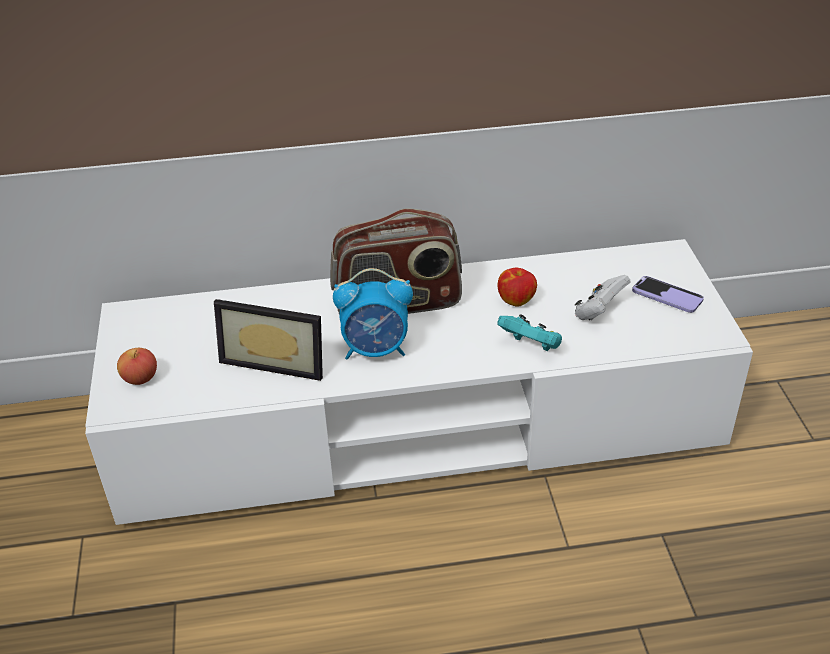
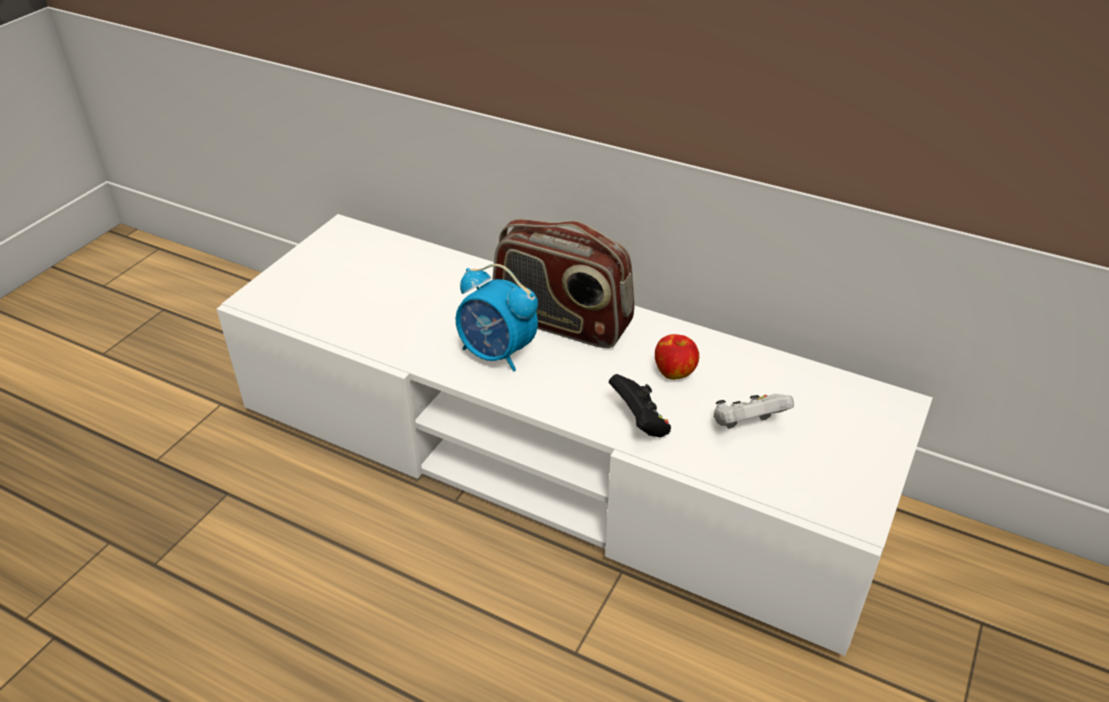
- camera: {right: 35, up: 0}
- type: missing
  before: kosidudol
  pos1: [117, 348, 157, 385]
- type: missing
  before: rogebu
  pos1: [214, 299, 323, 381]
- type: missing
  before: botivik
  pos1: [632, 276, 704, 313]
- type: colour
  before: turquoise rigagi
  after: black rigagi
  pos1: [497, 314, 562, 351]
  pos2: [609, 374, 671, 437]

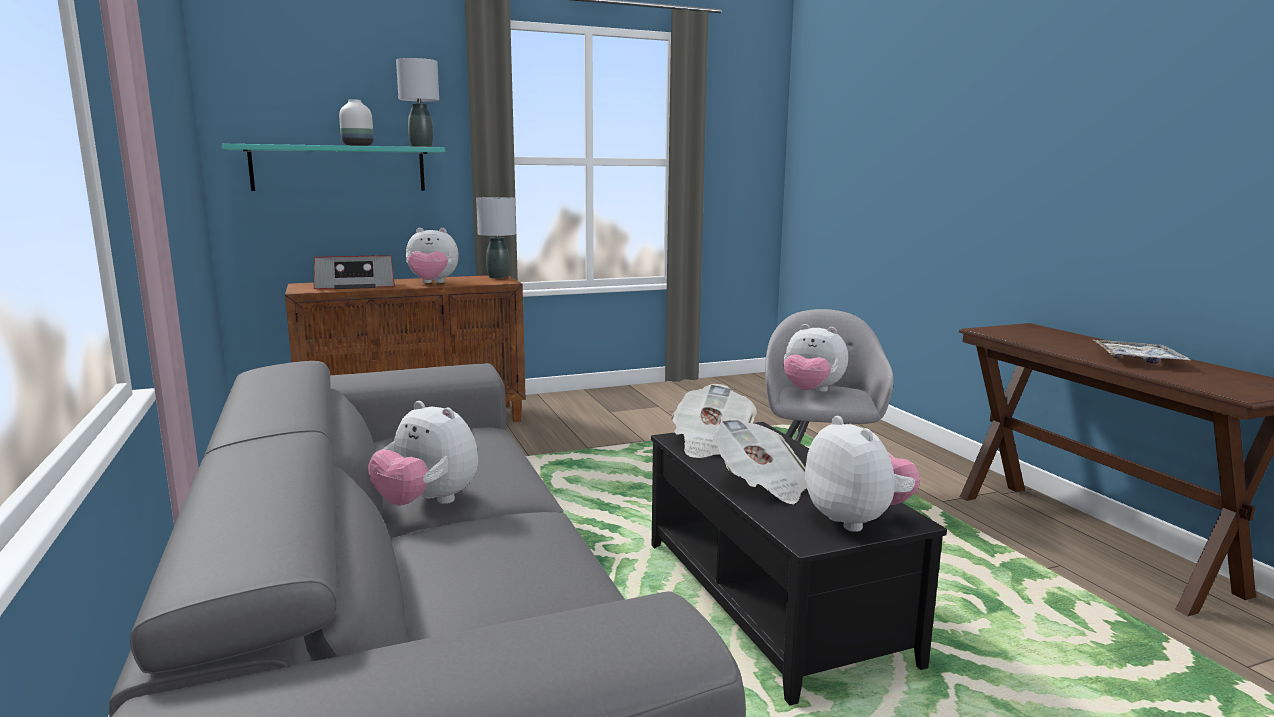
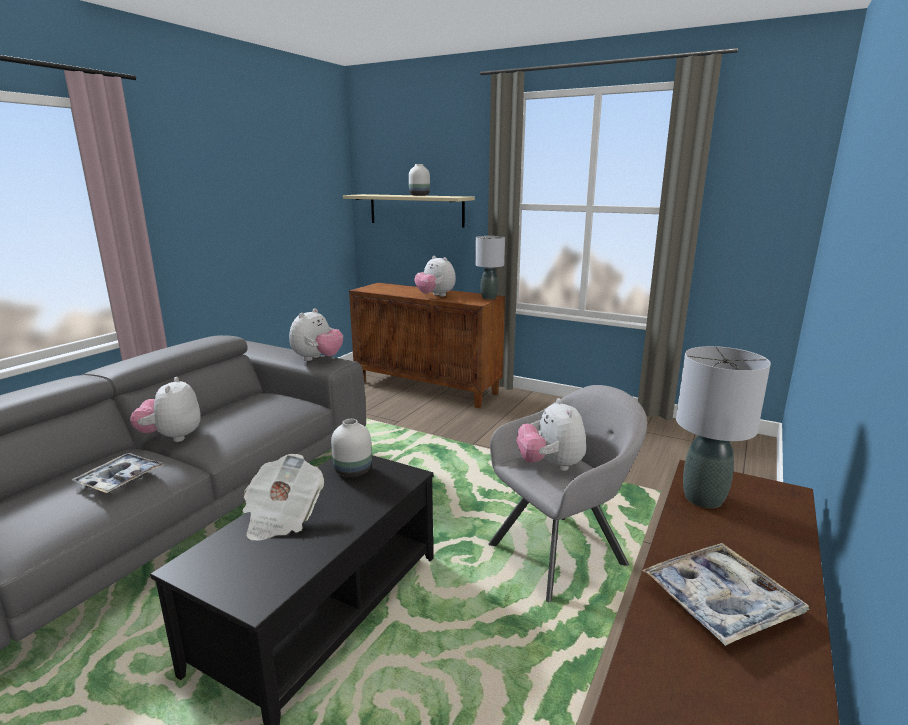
- camera: {right: 50, up: 5}
- type: missing
  before: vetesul
  pos1: [314, 255, 395, 289]
- type: appeared
  after: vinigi
  pos2: [72, 453, 164, 493]
- type: relocated
  before: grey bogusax
  pos1: [396, 58, 439, 147]
  pos2: [676, 346, 771, 508]
- type: relocated
  before: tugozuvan
  pos1: [805, 416, 920, 532]
  pos2: [289, 308, 343, 361]
- type: exchanged
  before: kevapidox
  after: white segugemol
  pos1: [672, 384, 757, 458]
  pos2: [331, 419, 372, 477]
- type: colour
  before: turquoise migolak
  after: beige migolak
  pos1: [222, 144, 445, 191]
  pos2: [343, 194, 475, 228]

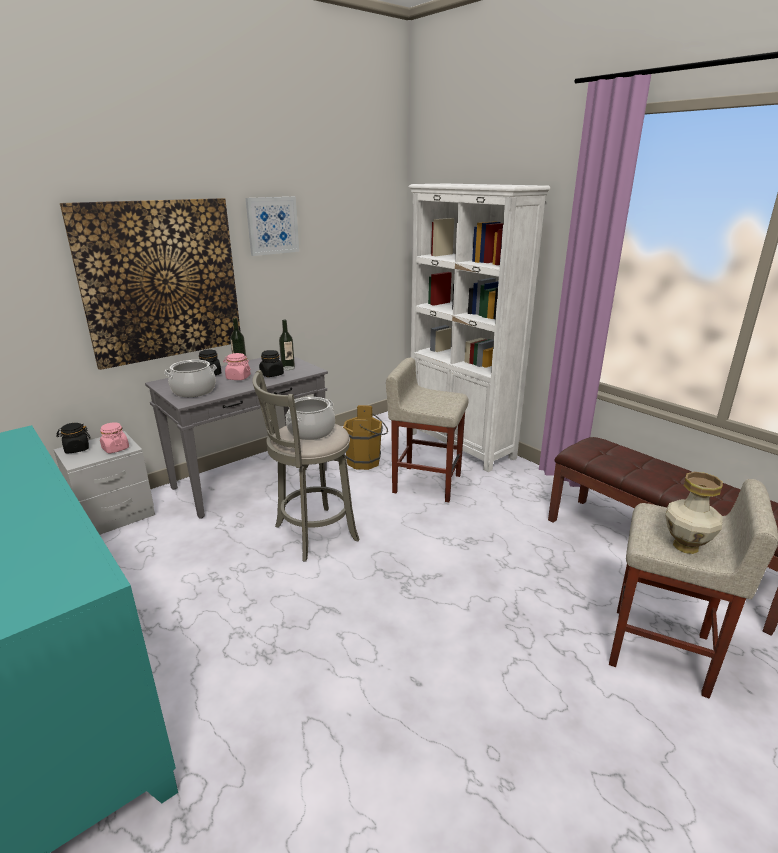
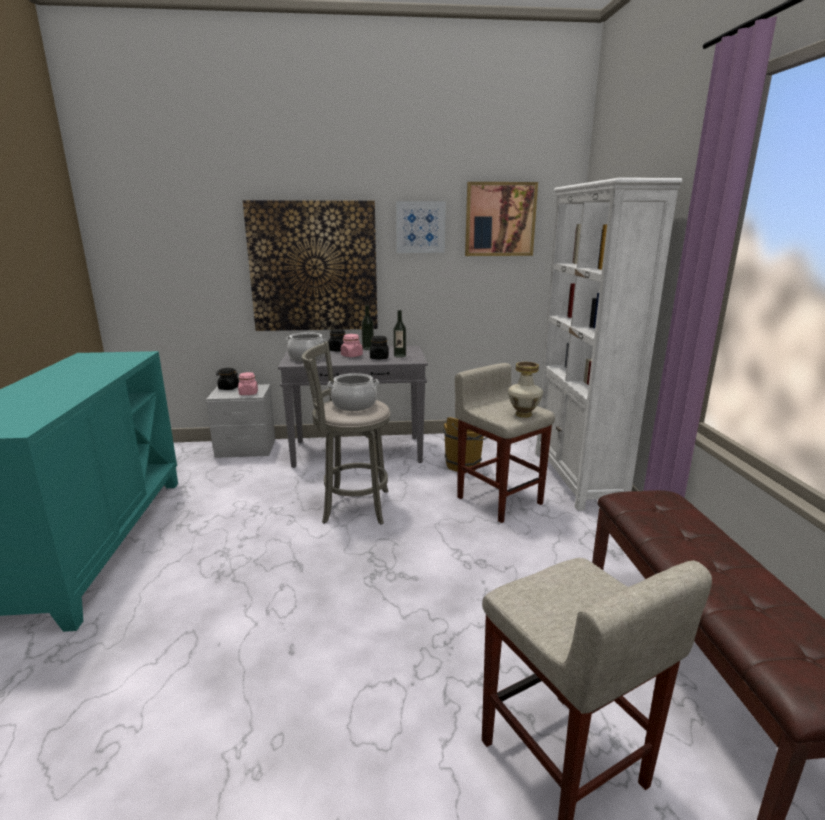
- camera: {right: 35, up: -5}
- type: appeared
  after: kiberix
  pos2: [465, 182, 538, 256]
- type: relocated
  before: segugemol
  pos1: [665, 472, 723, 554]
  pos2: [508, 362, 543, 418]

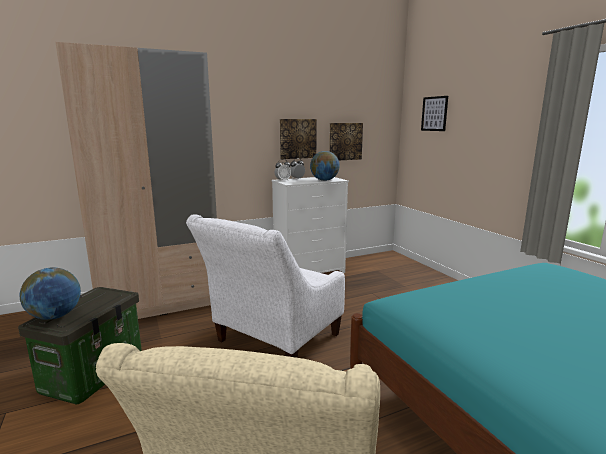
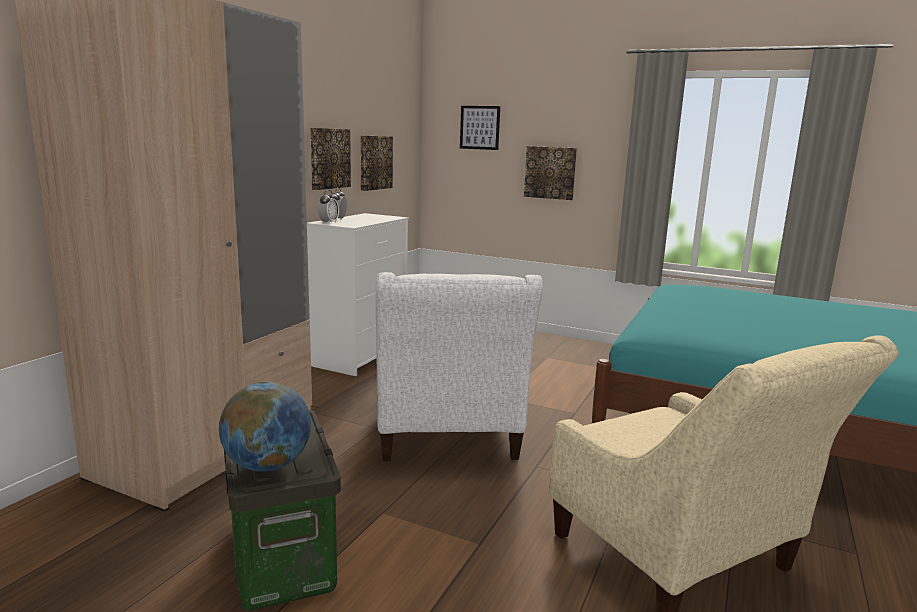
- camera: {right: -40, up: 0}
- type: missing
  before: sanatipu
  pos1: [310, 151, 340, 181]
- type: appeared
  after: kiberix
  pos2: [524, 146, 577, 200]

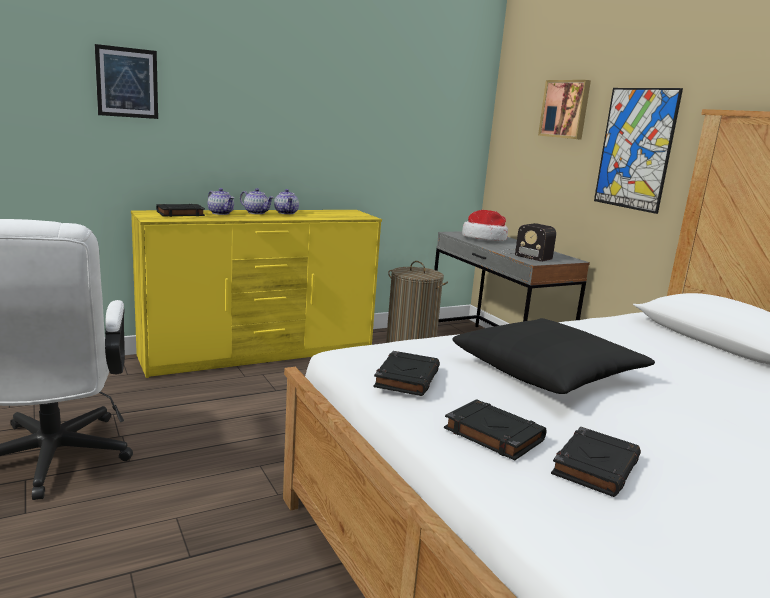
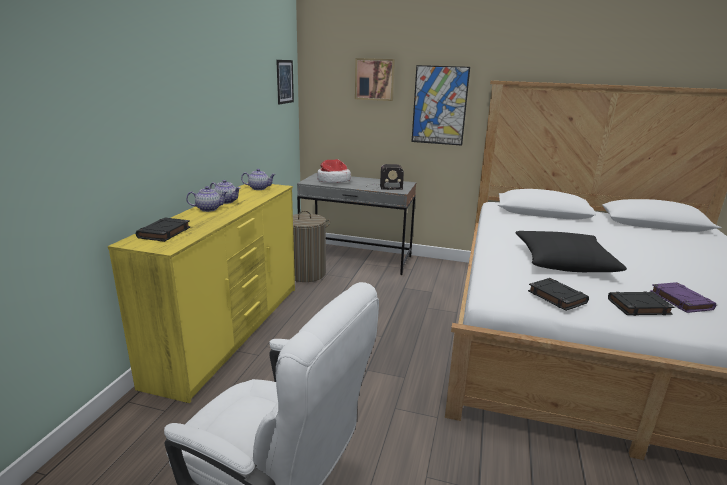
- camera: {right: -45, up: 5}
- type: relocated
  before: kiberix
  pos1: [95, 44, 158, 119]
  pos2: [276, 60, 294, 104]
- type: relocated
  before: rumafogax
  pos1: [208, 188, 234, 215]
  pos2: [241, 169, 276, 190]
- type: colour
  before: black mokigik
  after: purple mokigik
  pos1: [551, 427, 641, 497]
  pos2: [651, 282, 716, 313]

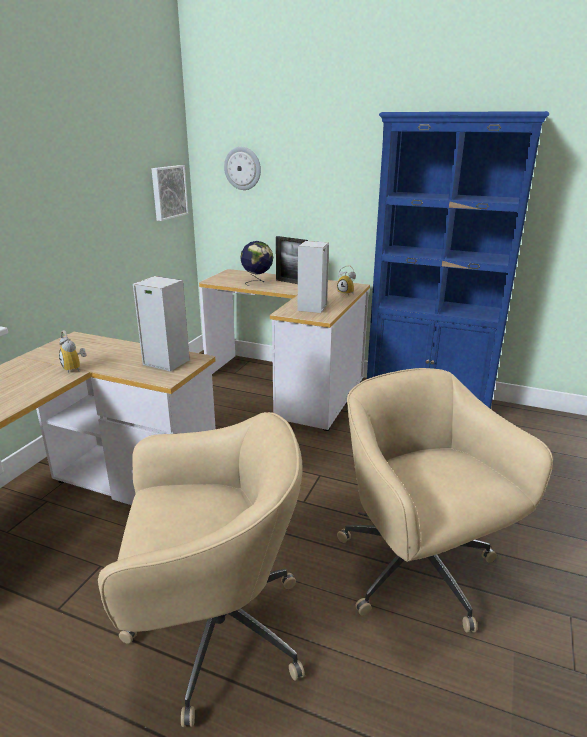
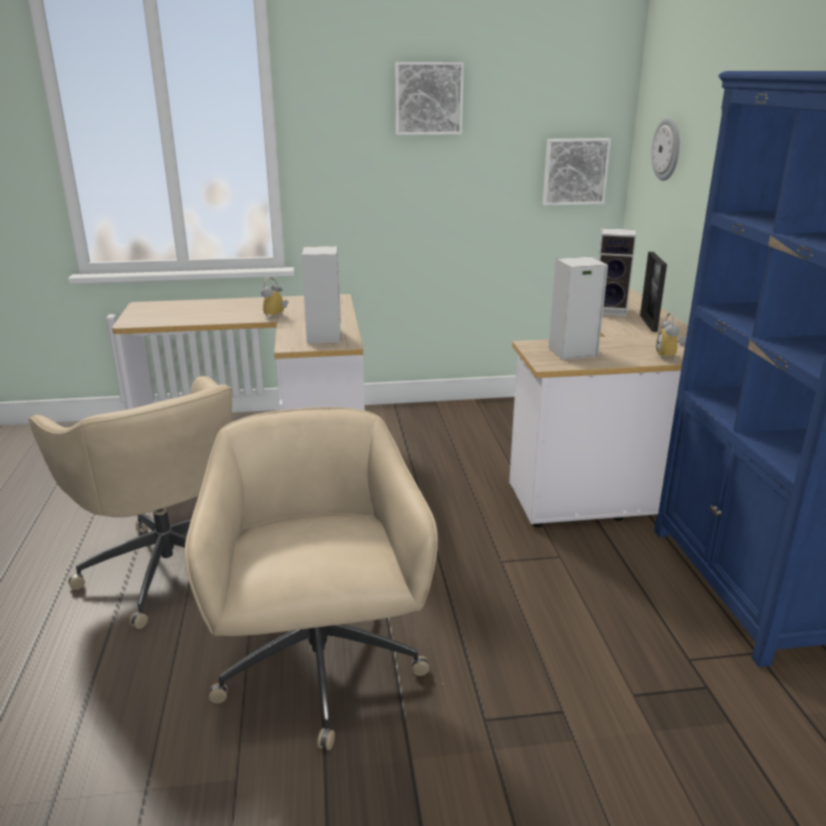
- camera: {right: 60, up: 0}
- type: appeared
  after: kiberix
  pos2: [395, 62, 464, 135]
- type: exchanged
  before: sanatipu
  after: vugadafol
  pos1: [240, 241, 273, 286]
  pos2: [598, 228, 636, 316]
- type: spun
  before: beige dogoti
  pos1: [337, 368, 553, 633]
  pos2: [184, 407, 438, 750]
  turn: -45

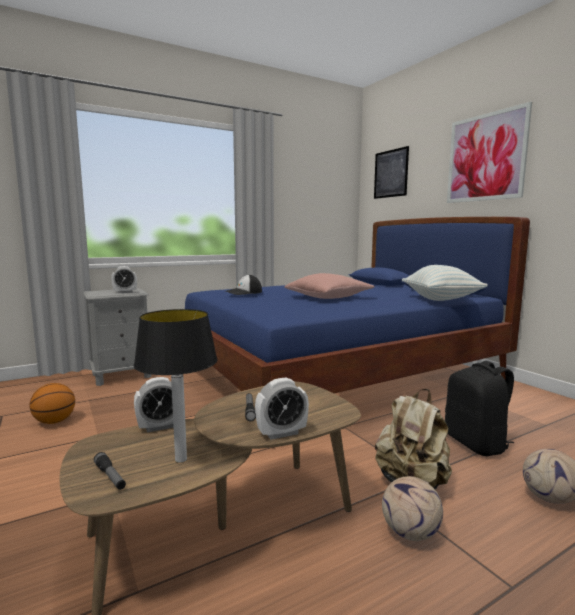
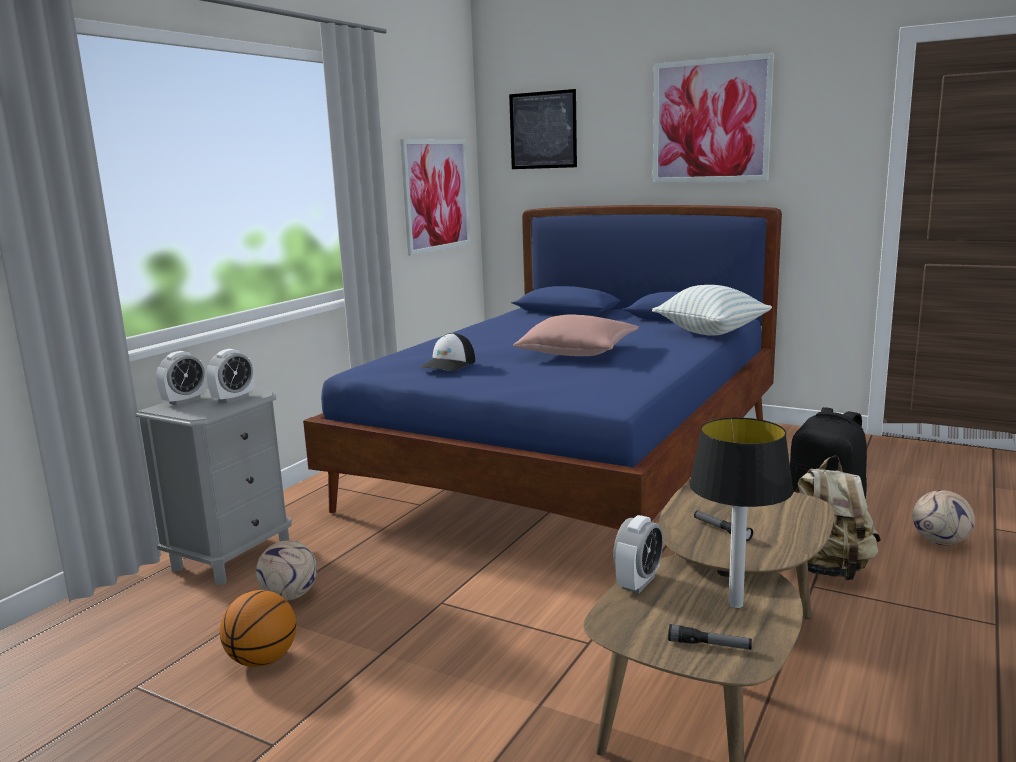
- camera: {right: -30, up: 5}
- type: appeared
  after: kiberix
  pos2: [401, 139, 470, 256]
- type: relocated
  before: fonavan
  pos1: [255, 378, 309, 440]
  pos2: [156, 351, 207, 406]
- type: relocated
  before: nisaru
  pos1: [382, 476, 443, 541]
  pos2: [256, 541, 317, 601]

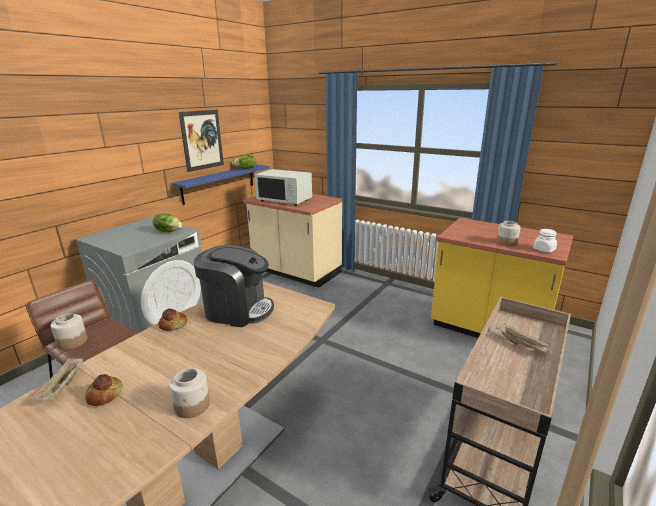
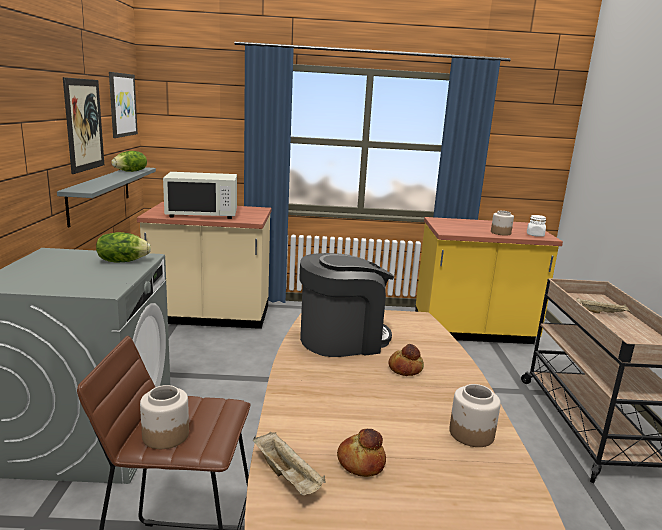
- camera: {right: -35, up: -5}
- type: appeared
  after: kiberix
  pos2: [109, 72, 138, 138]
- type: relocated
  before: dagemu
  pos1: [158, 308, 187, 331]
  pos2: [388, 344, 424, 376]
- type: colour
  before: blue migolak
  after: grey migolak
  pos1: [171, 164, 269, 205]
  pos2: [57, 167, 156, 227]

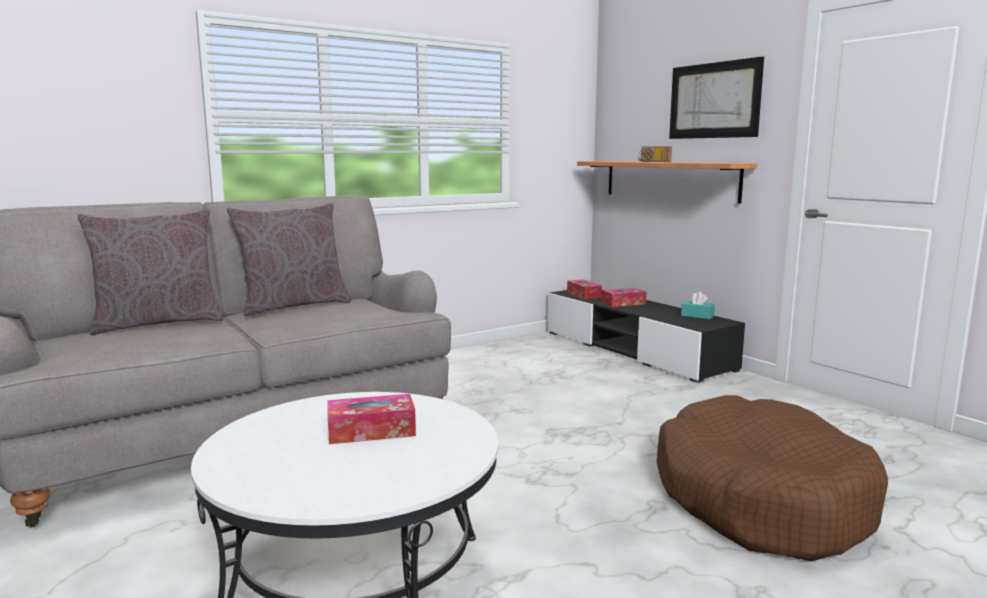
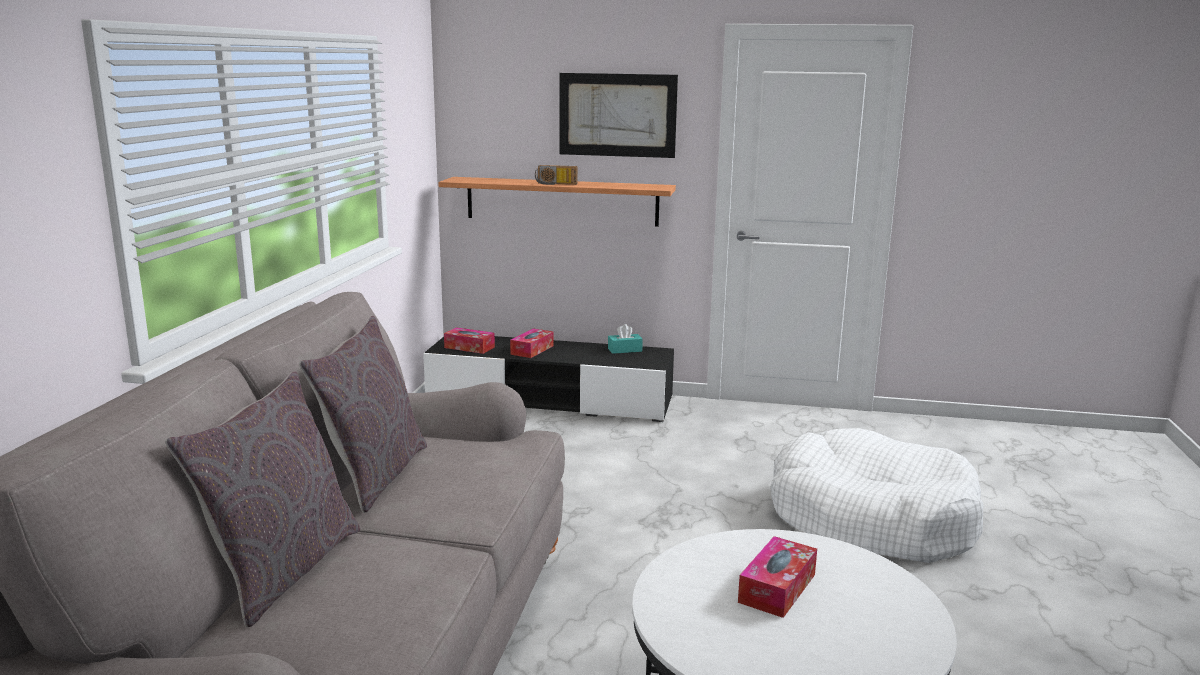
- camera: {right: -45, up: 5}
- type: colour
  before: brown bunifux
  after: white bunifux
  pos1: [656, 395, 888, 561]
  pos2: [770, 428, 983, 563]

